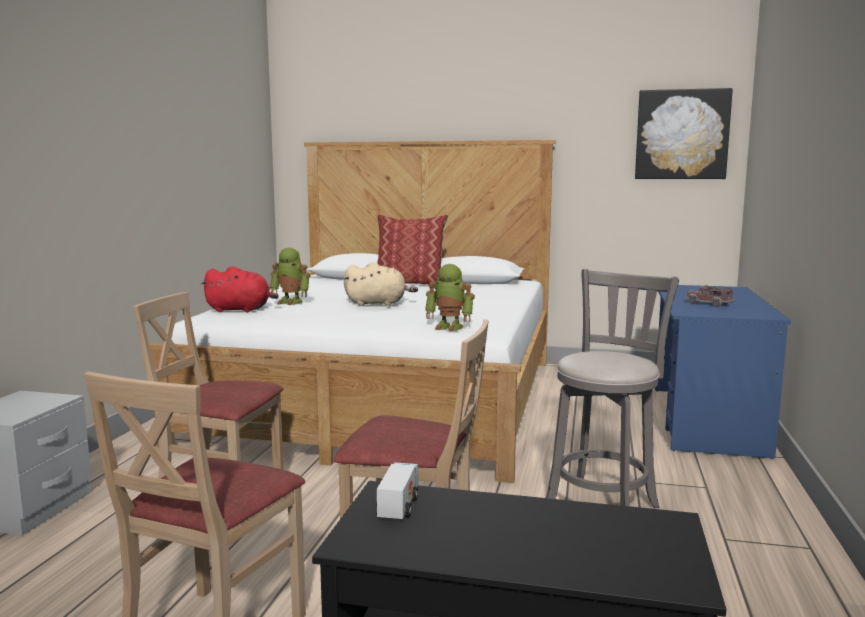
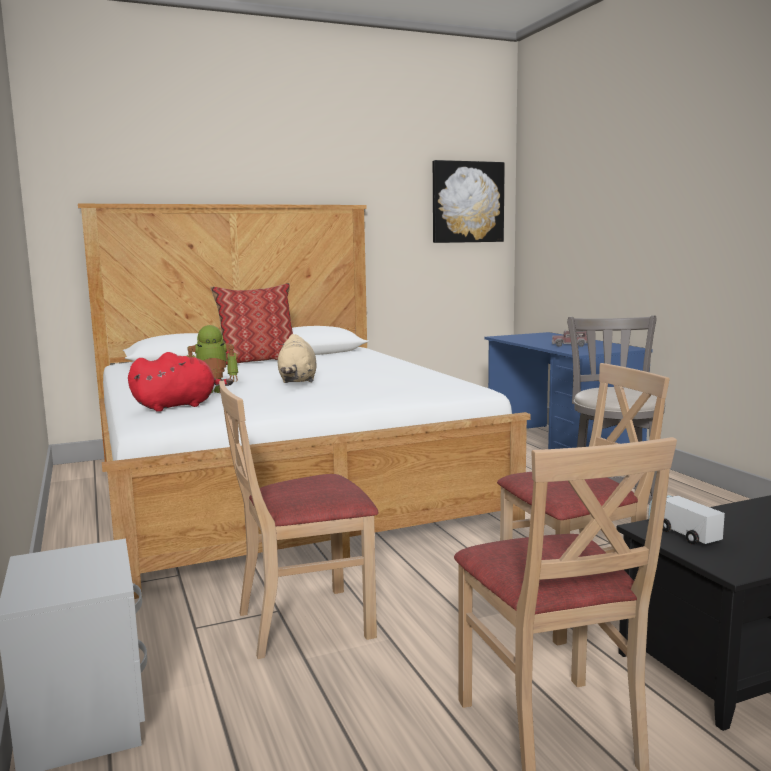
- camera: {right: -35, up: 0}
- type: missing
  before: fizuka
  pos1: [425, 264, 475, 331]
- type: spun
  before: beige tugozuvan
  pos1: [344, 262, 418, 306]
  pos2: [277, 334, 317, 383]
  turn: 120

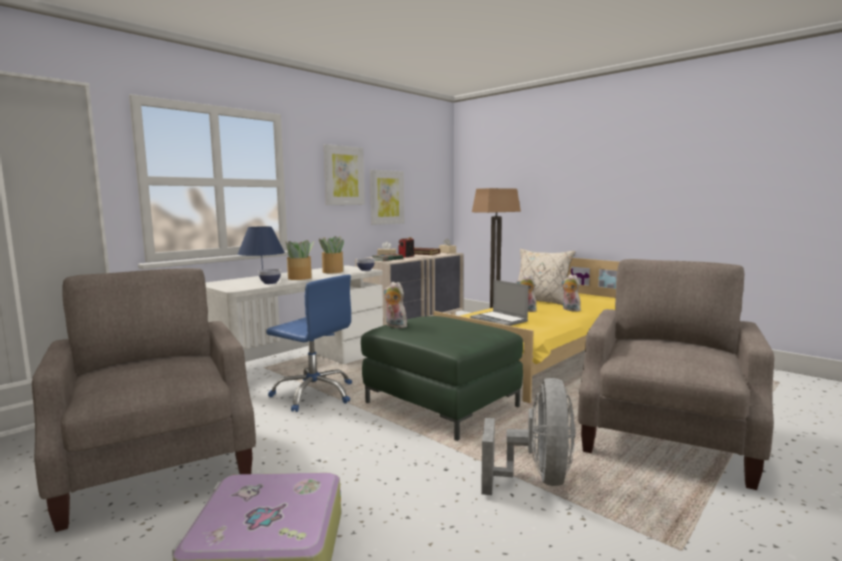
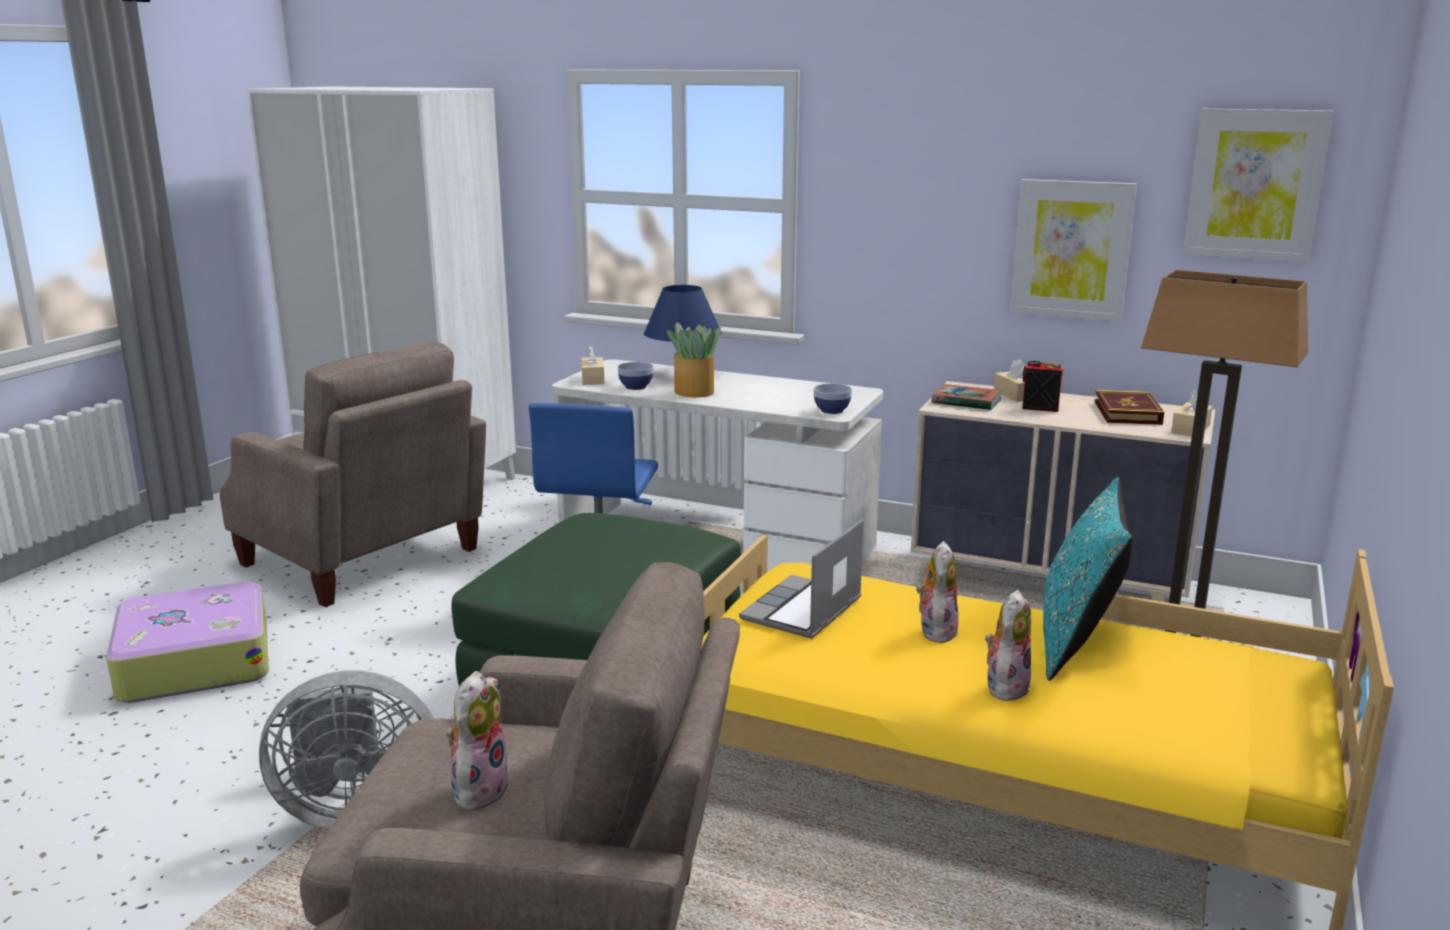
- camera: {right: 70, up: 10}
- type: missing
  before: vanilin
  pos1: [319, 236, 344, 273]
- type: appeared
  after: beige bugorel
  pos2: [581, 346, 604, 385]
- type: relocated
  before: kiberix
  pos1: [324, 144, 365, 205]
  pos2: [1183, 109, 1333, 262]
- type: relocated
  before: tugozuvan
  pos1: [384, 282, 407, 328]
  pos2: [446, 671, 510, 811]
- type: colour
  before: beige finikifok
  after: turquoise finikifok
  pos1: [518, 249, 576, 305]
  pos2: [1043, 477, 1133, 681]
- type: spun
  before: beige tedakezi
  pos1: [32, 268, 256, 532]
  pos2: [220, 342, 486, 607]
  turn: 90

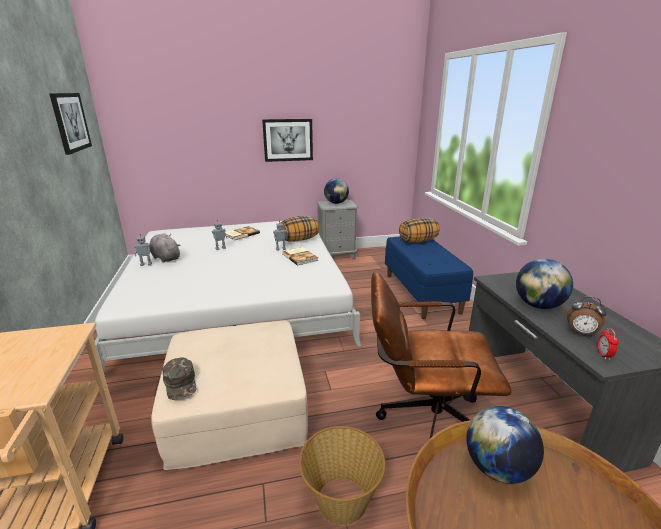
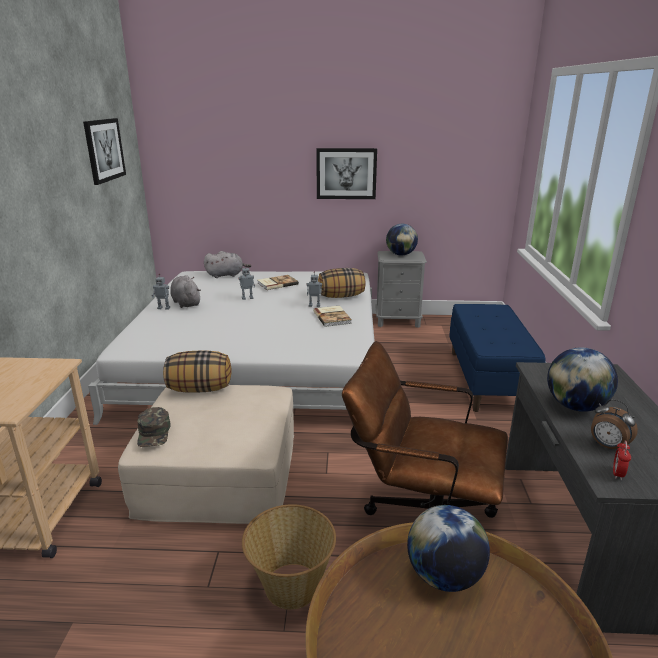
- camera: {right: 15, up: 0}
- type: appeared
  after: grey tugozuvan
  pos2: [204, 251, 251, 278]
- type: relocated
  before: finikifok
  pos1: [399, 218, 439, 243]
  pos2: [163, 351, 231, 393]

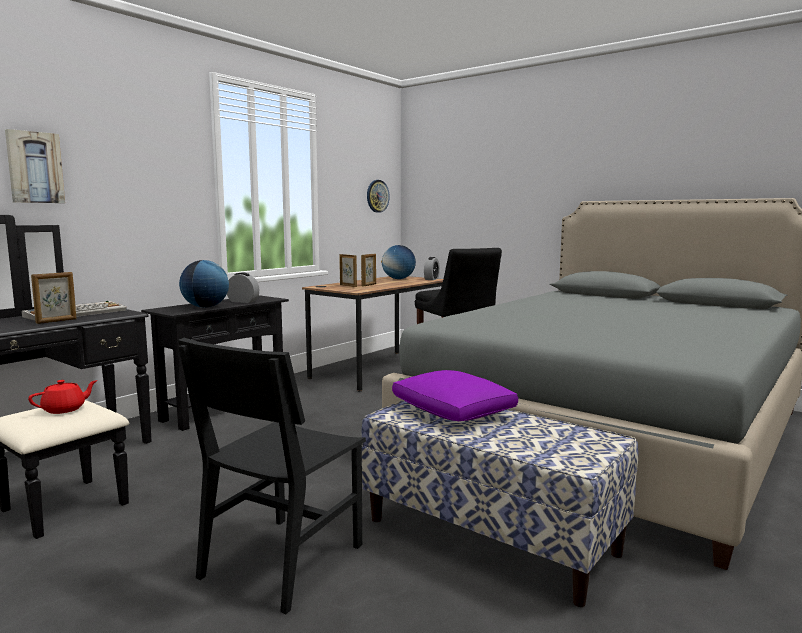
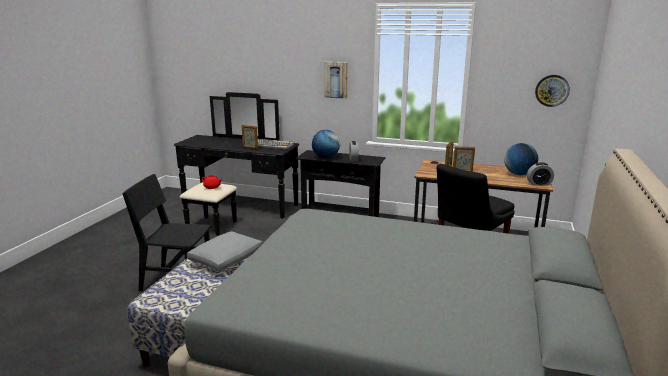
- camera: {right: 70, up: 10}
- type: relocated
  before: kiberix
  pos1: [5, 129, 65, 203]
  pos2: [324, 62, 348, 99]
- type: colour
  before: purple finikifok
  after: grey finikifok
  pos1: [392, 370, 518, 421]
  pos2: [187, 231, 263, 272]

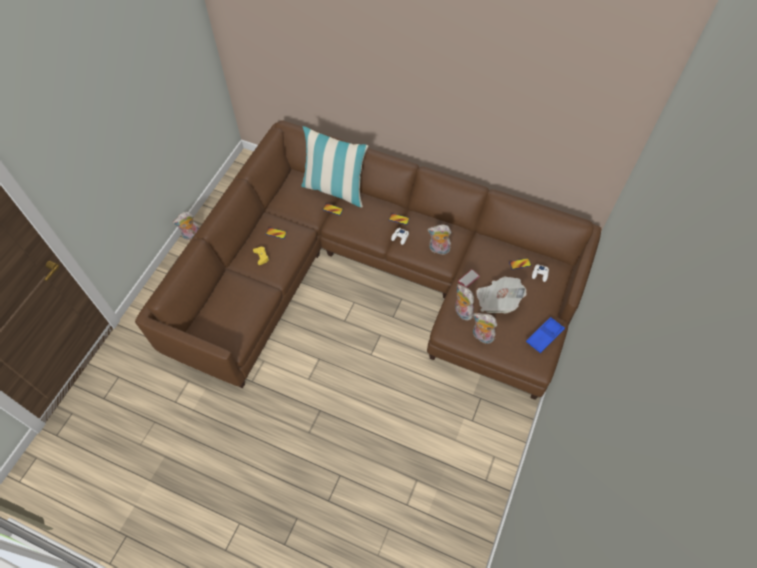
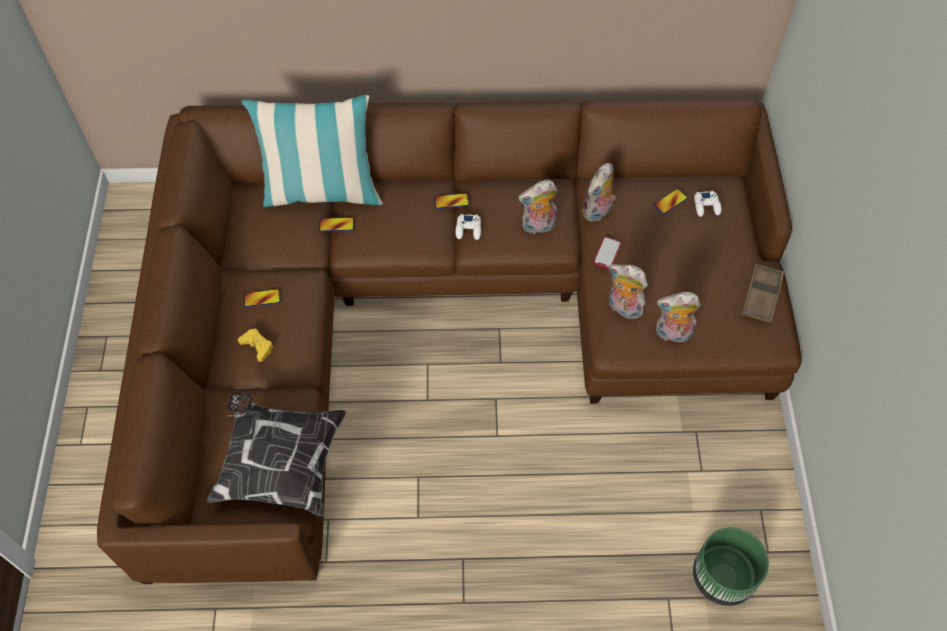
- camera: {right: -25, up: 0}
- type: missing
  before: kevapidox
  pos1: [476, 277, 526, 313]
- type: appeared
  after: finikifok
  pos2: [207, 391, 346, 517]
- type: appeared
  after: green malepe
  pos2: [693, 527, 769, 606]
- type: relocated
  before: tugozuvan
  pos1: [172, 212, 199, 240]
  pos2: [582, 163, 616, 222]
- type: colour
  before: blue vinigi
  after: brown vinigi
  pos1: [526, 317, 565, 353]
  pos2: [742, 263, 784, 323]

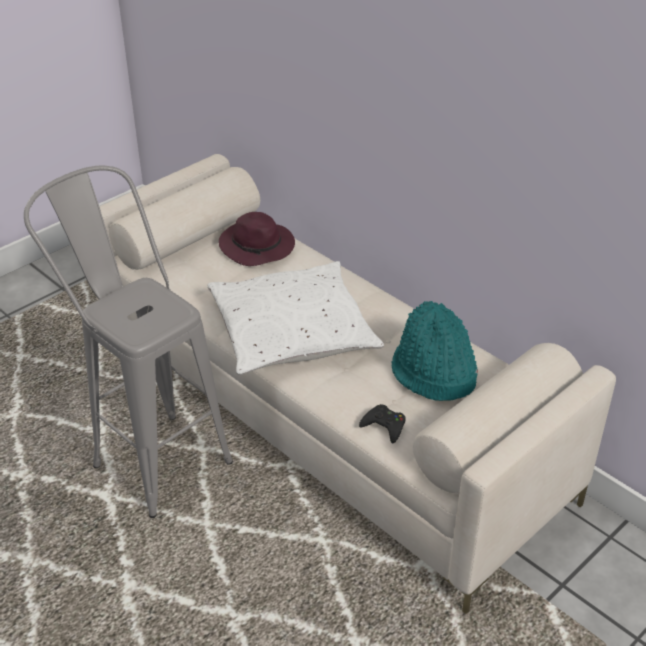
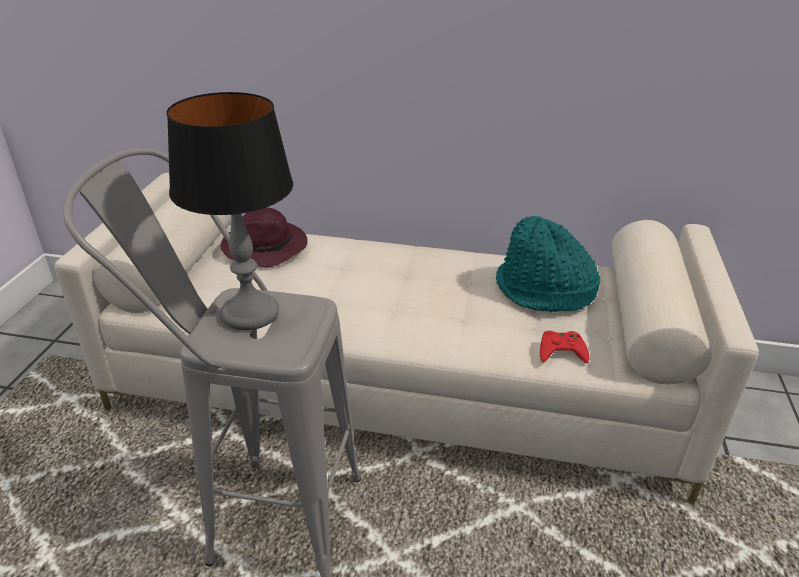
- camera: {right: -35, up: -5}
- type: missing
  before: white finikifok
  pos1: [207, 261, 384, 375]
- type: appeared
  after: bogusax
  pos2: [167, 92, 293, 330]
- type: colour
  before: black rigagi
  after: red rigagi
  pos1: [359, 404, 405, 444]
  pos2: [540, 330, 590, 363]

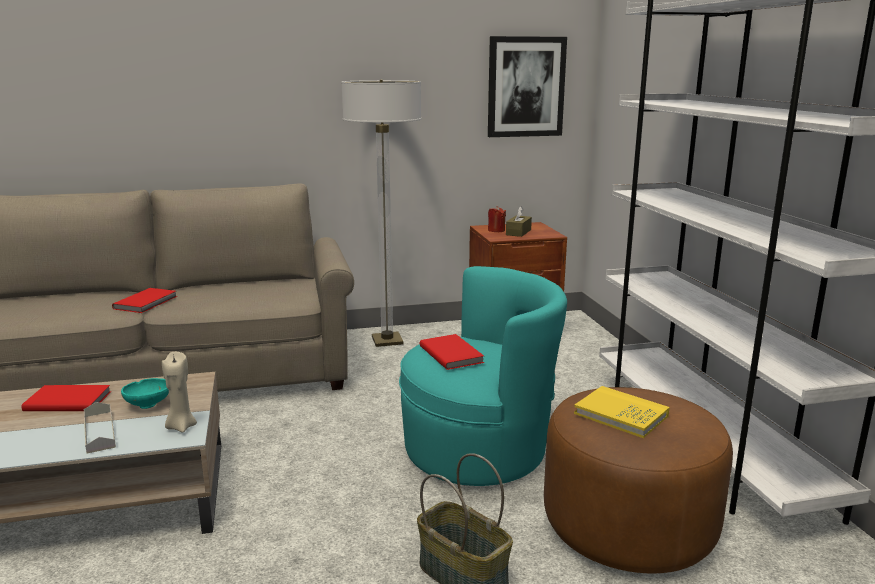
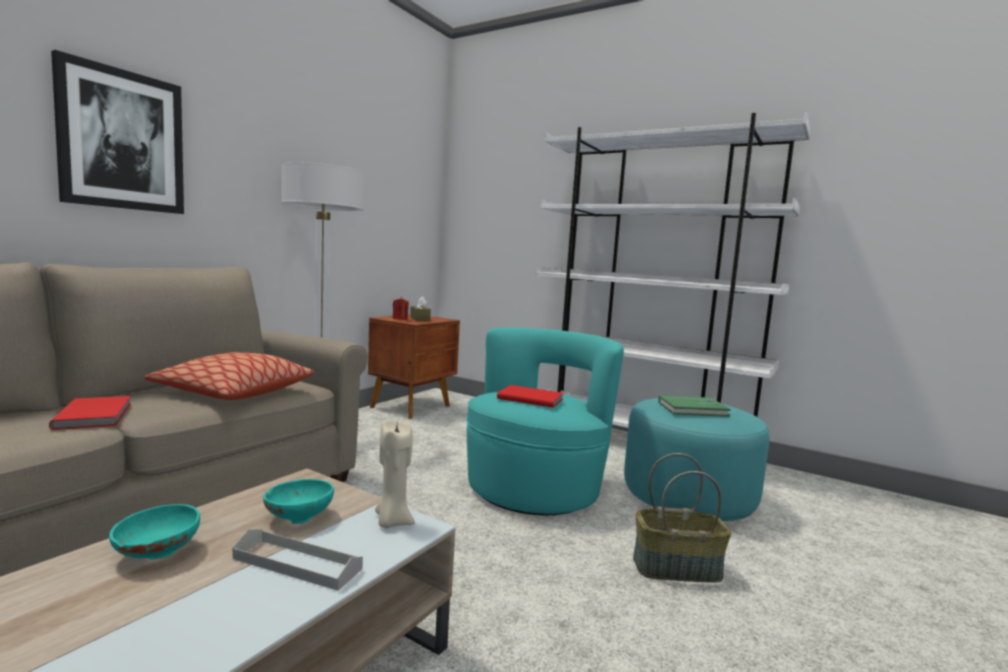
- camera: {right: -45, up: -10}
- type: appeared
  after: finikifok
  pos2: [144, 352, 314, 400]
- type: relocated
  before: kiberix
  pos1: [488, 36, 567, 137]
  pos2: [51, 50, 184, 214]
- type: exchanged
  before: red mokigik
  after: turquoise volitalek
  pos1: [22, 385, 111, 411]
  pos2: [109, 504, 200, 559]
- type: colour
  before: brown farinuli
  after: turquoise farinuli
  pos1: [544, 387, 733, 573]
  pos2: [624, 398, 770, 521]
- type: colour
  before: yellow mokigik
  after: green mokigik
  pos1: [574, 386, 670, 438]
  pos2: [658, 395, 731, 417]

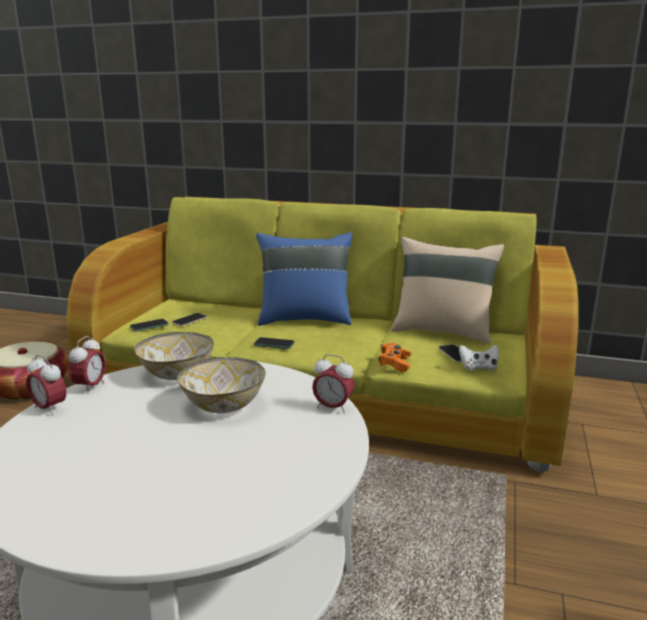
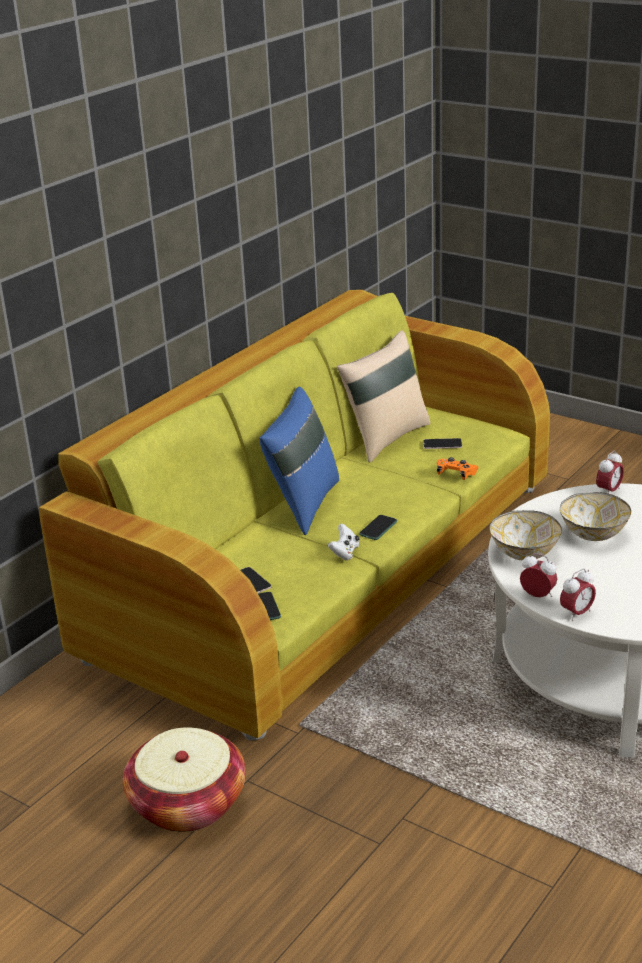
- camera: {right: -70, up: 10}
- type: relocated
  before: white rigagi
  pos1: [459, 345, 499, 371]
  pos2: [328, 524, 360, 560]

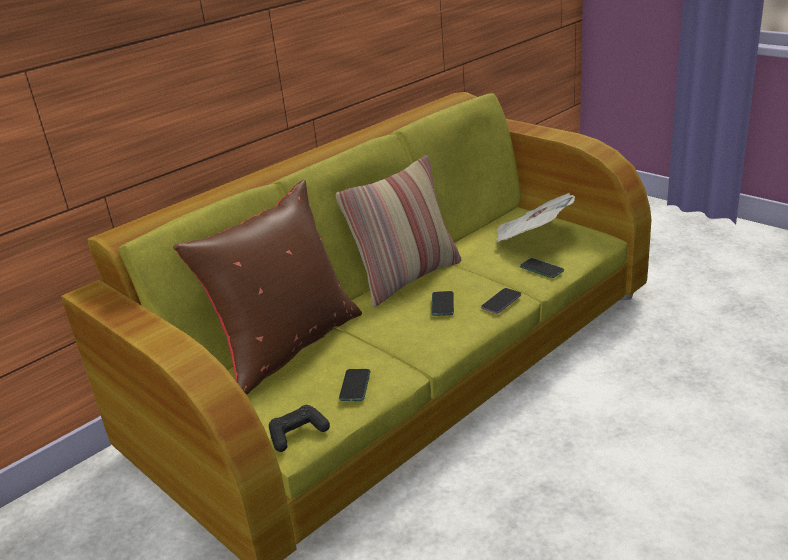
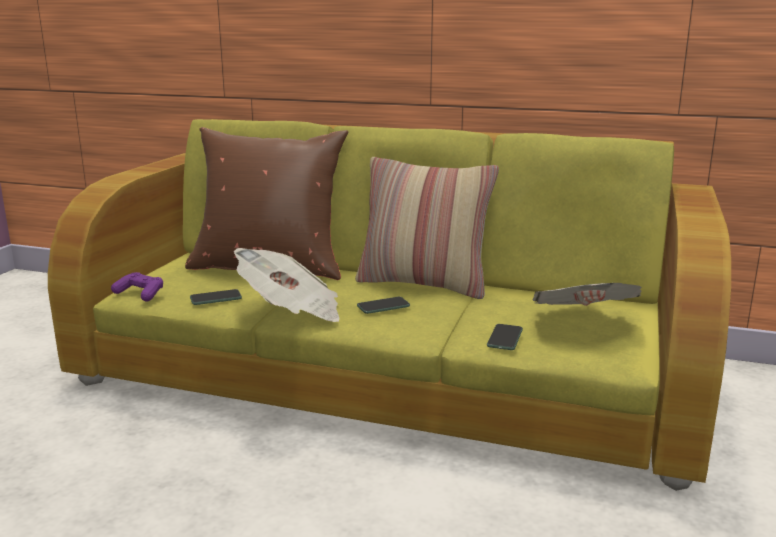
- camera: {right: 60, up: -10}
- type: missing
  before: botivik
  pos1: [481, 288, 521, 314]
- type: appeared
  after: kevapidox
  pos2: [234, 248, 339, 322]
- type: colour
  before: black rigagi
  after: purple rigagi
  pos1: [269, 405, 330, 452]
  pos2: [111, 272, 163, 302]

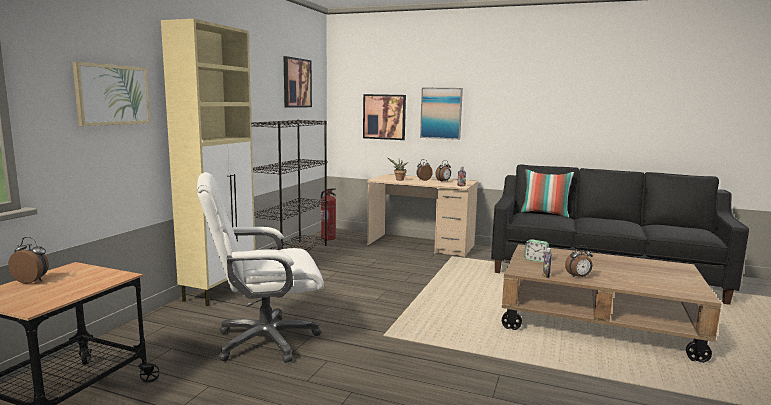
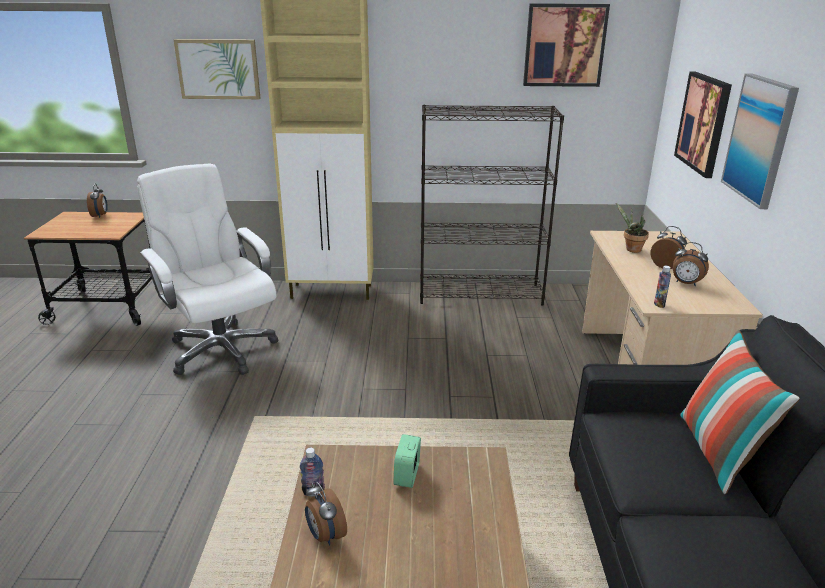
- camera: {right: 70, up: 15}
- type: missing
  before: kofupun
  pos1: [321, 188, 336, 240]

